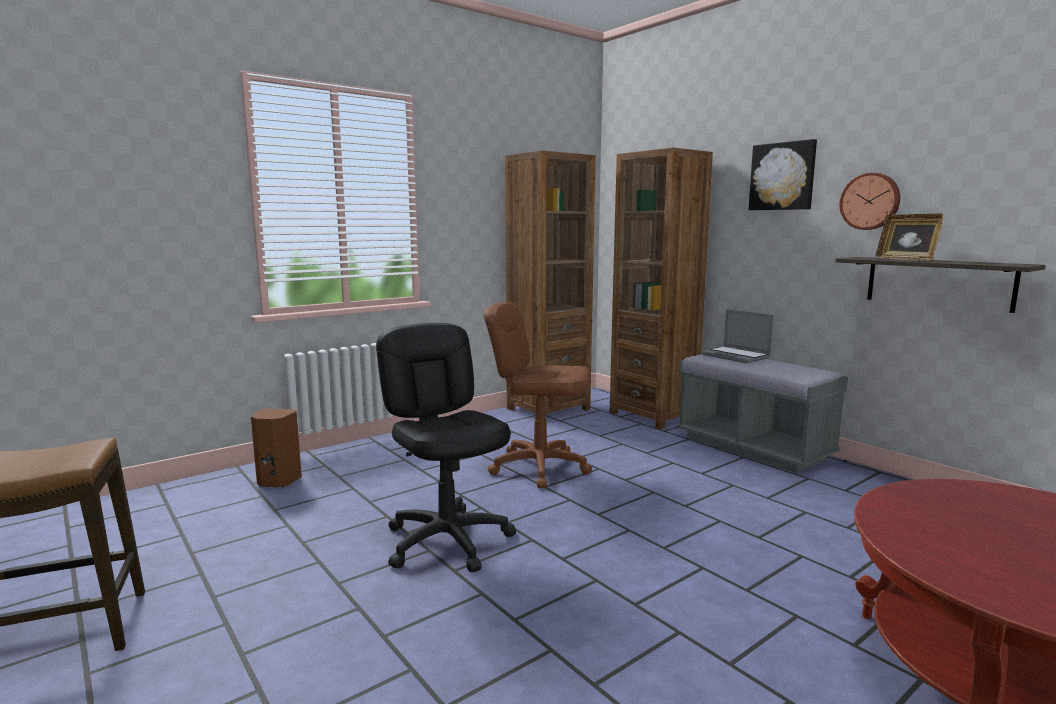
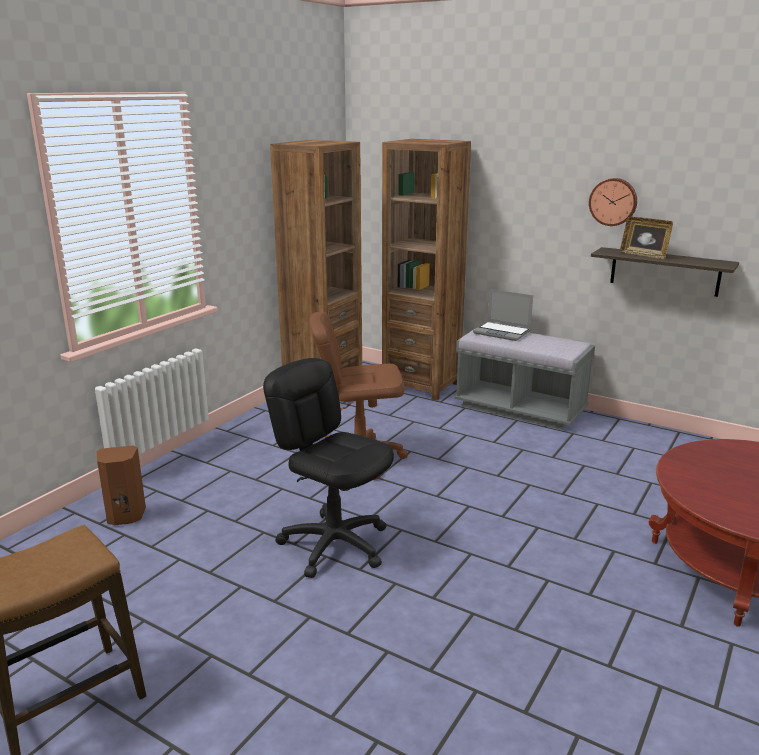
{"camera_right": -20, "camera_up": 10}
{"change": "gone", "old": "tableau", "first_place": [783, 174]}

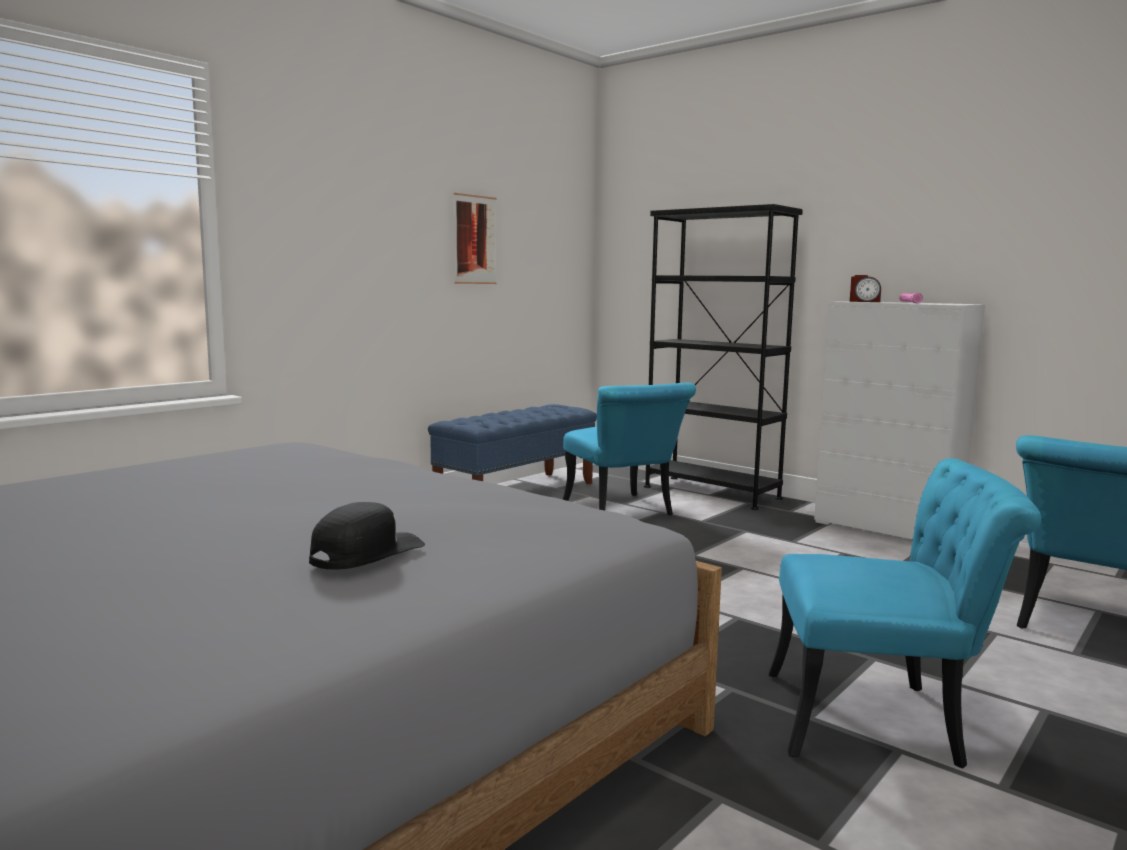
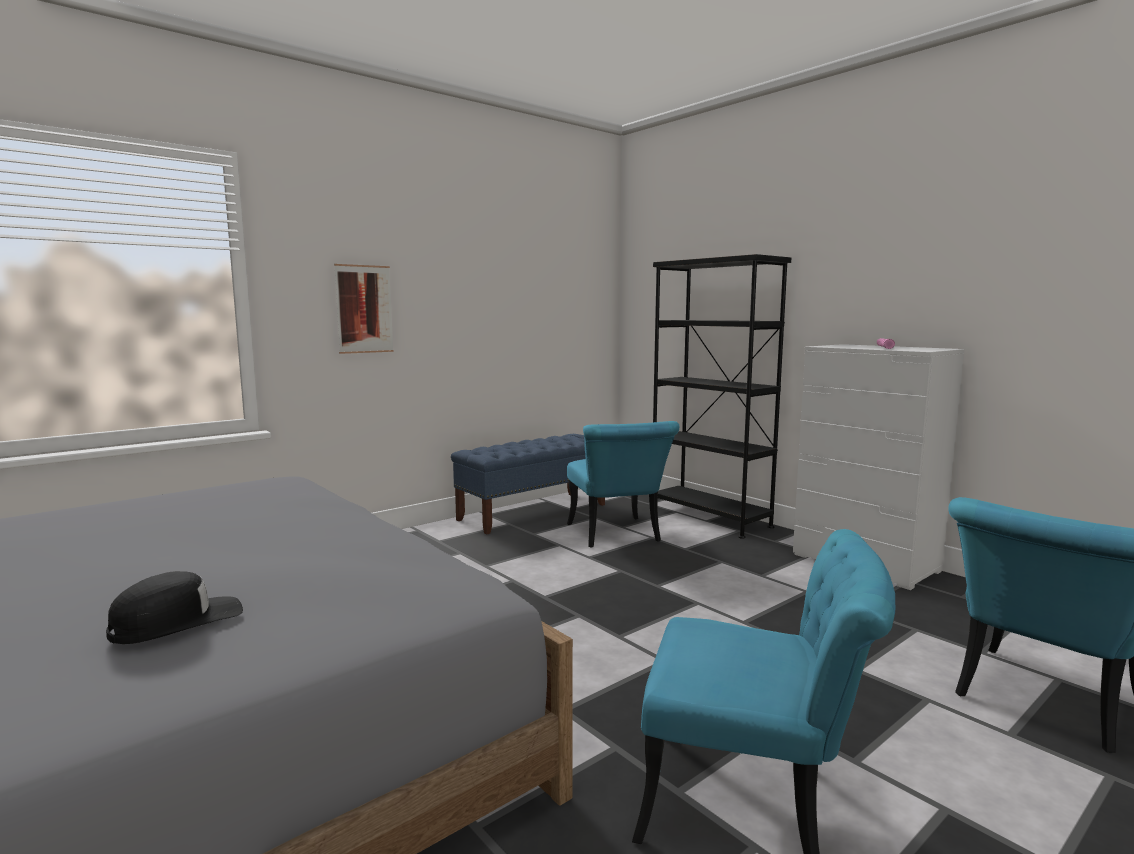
{"camera_right": 10, "camera_up": 0}
{"change": "shifted", "old": "tableau", "first_place": [475, 238], "second_place": [364, 309]}
{"change": "gone", "old": "réveil", "first_place": [865, 288]}

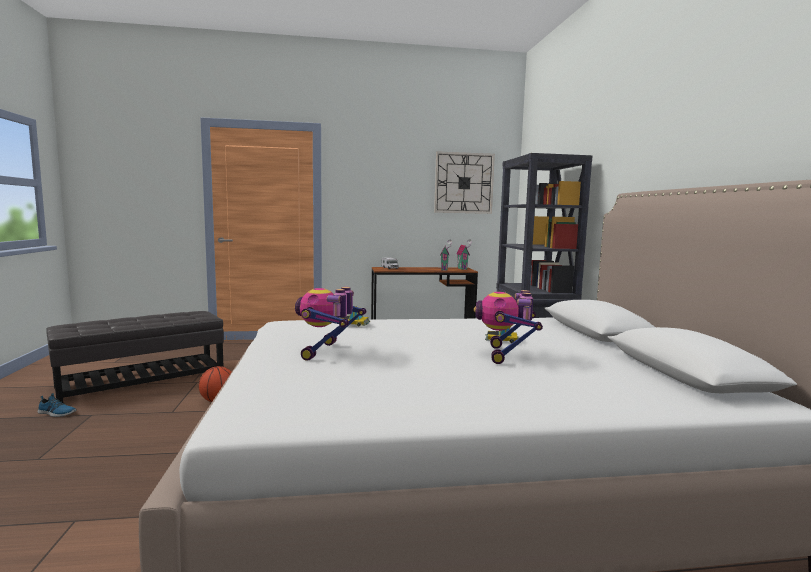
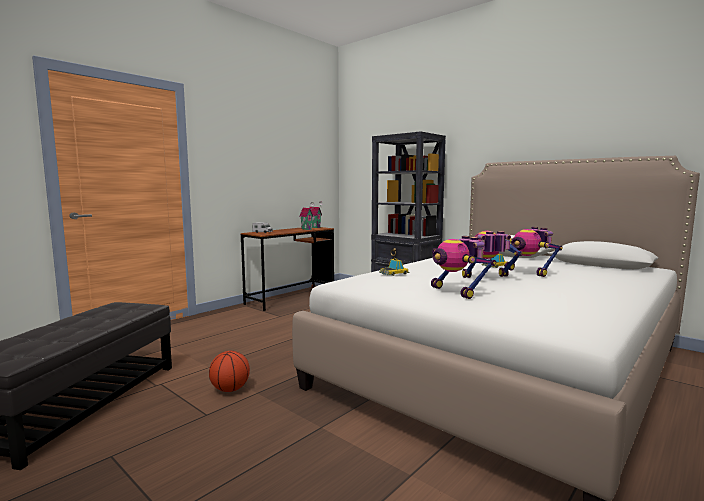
{"camera_right": -40, "camera_up": 0}
{"change": "gone", "old": "chaussure", "first_place": [57, 405]}
{"change": "gone", "old": "horloge murale", "first_place": [464, 182]}
{"change": "new", "new": "robot jouet", "second_place": [492, 254]}

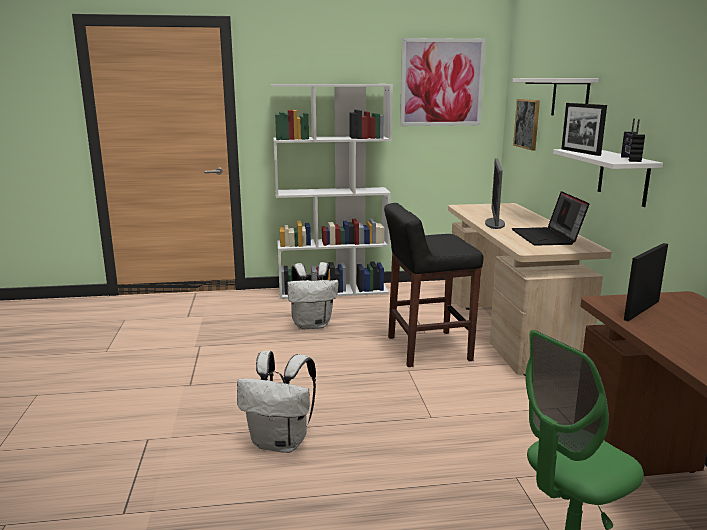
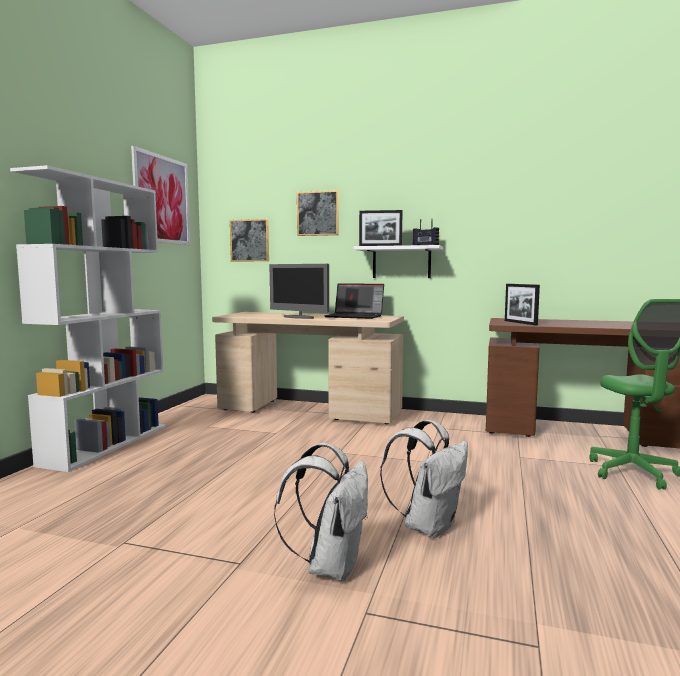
{"camera_right": -65, "camera_up": -10}
{"change": "shifted", "old": "sac à dos/blanc", "first_place": [313, 296], "second_place": [321, 512]}
{"change": "gone", "old": "tabouret/noir", "first_place": [434, 285]}
{"change": "swapped", "old": "étagère/blanc", "new": "tableau", "first_place": [556, 96], "second_place": [318, 213]}

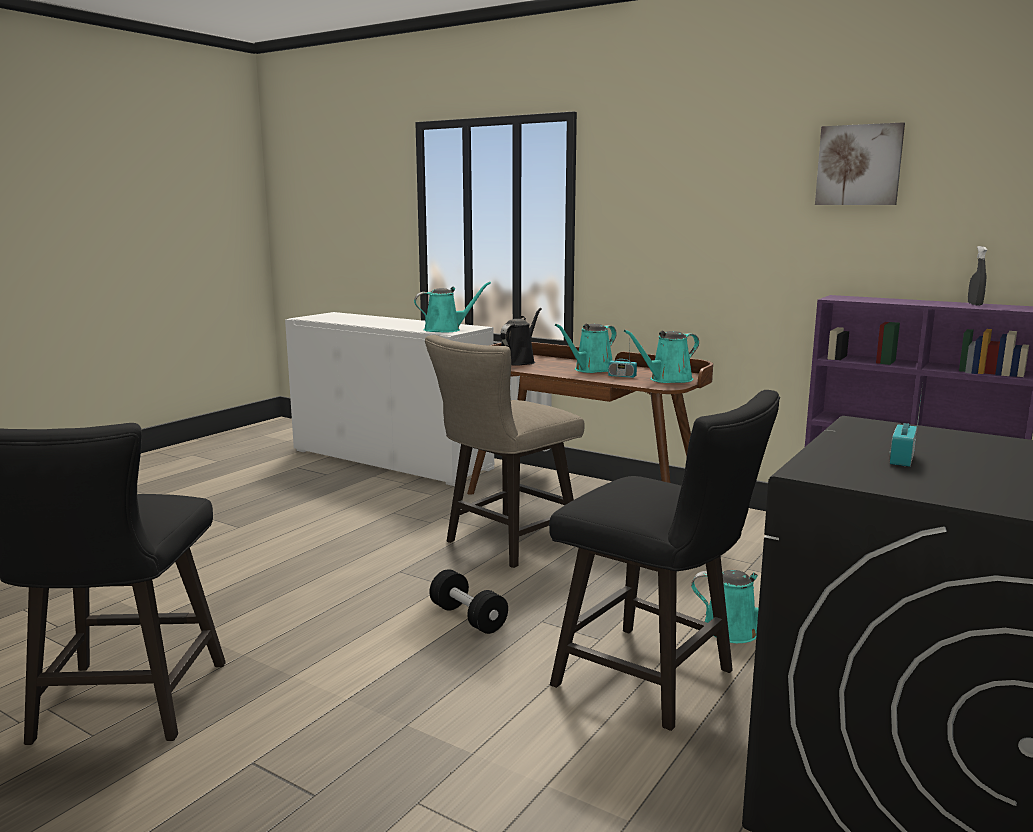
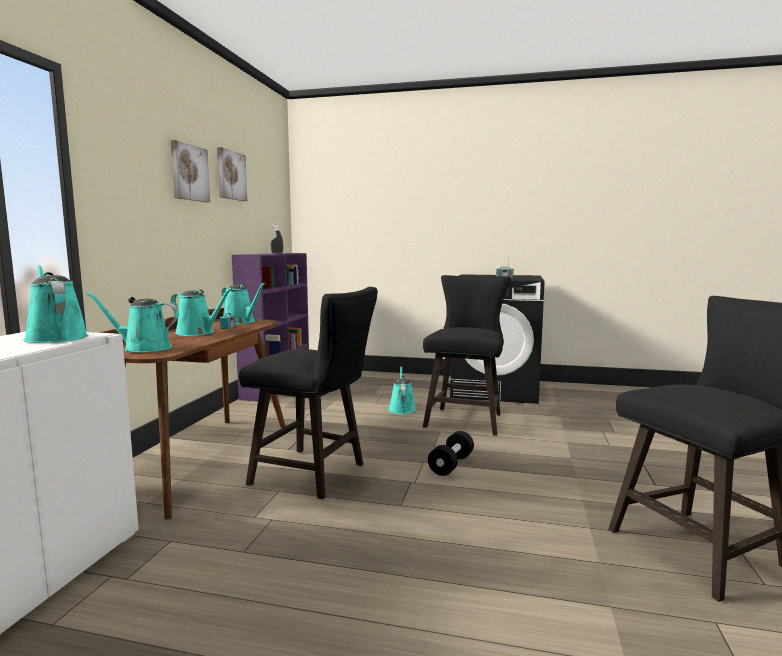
{"camera_right": -110, "camera_up": -5}
{"change": "repainted", "old": "tabouret/beige", "new": "tabouret/noir", "first_place": [505, 451], "second_place": [308, 393]}
{"change": "repainted", "old": "arrosoir/noir", "new": "arrosoir/turquoise", "first_place": [521, 336], "second_place": [132, 322]}
{"change": "new", "new": "tableau", "second_place": [190, 171]}

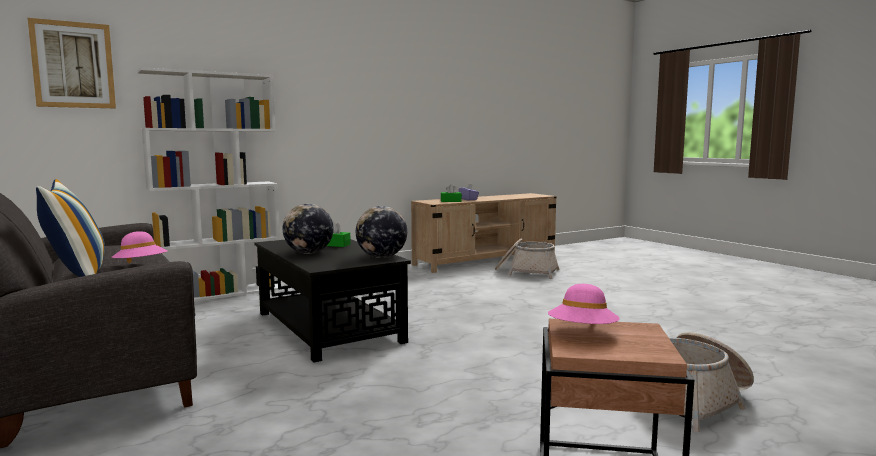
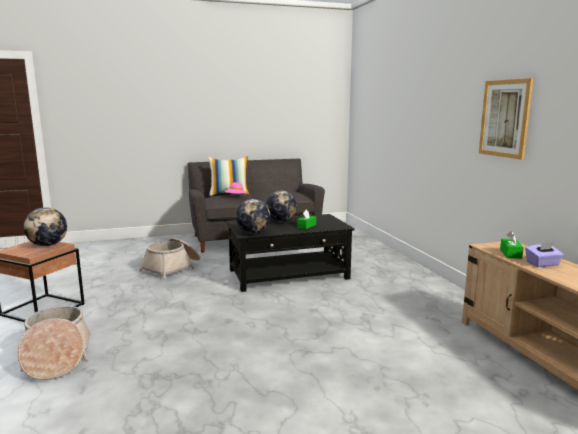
{"camera_right": 105, "camera_up": 5}
{"change": "shifted", "old": "tableau", "first_place": [72, 63], "second_place": [506, 119]}
{"change": "gone", "old": "bibliothèque/blanc", "first_place": [209, 184]}
{"change": "shifted", "old": "panier", "first_place": [527, 259], "second_place": [169, 259]}
{"change": "swapped", "old": "chapeau/rose", "new": "globe", "first_place": [584, 304], "second_place": [45, 226]}

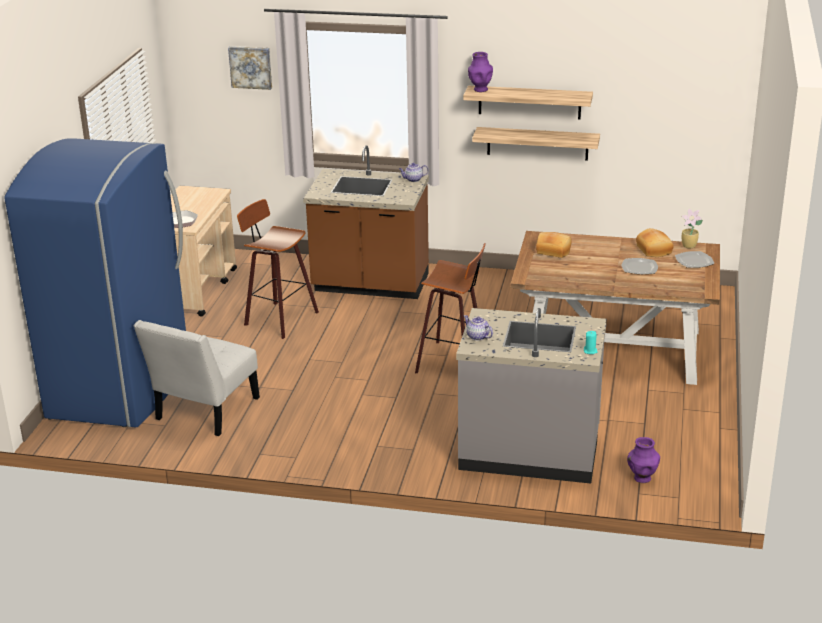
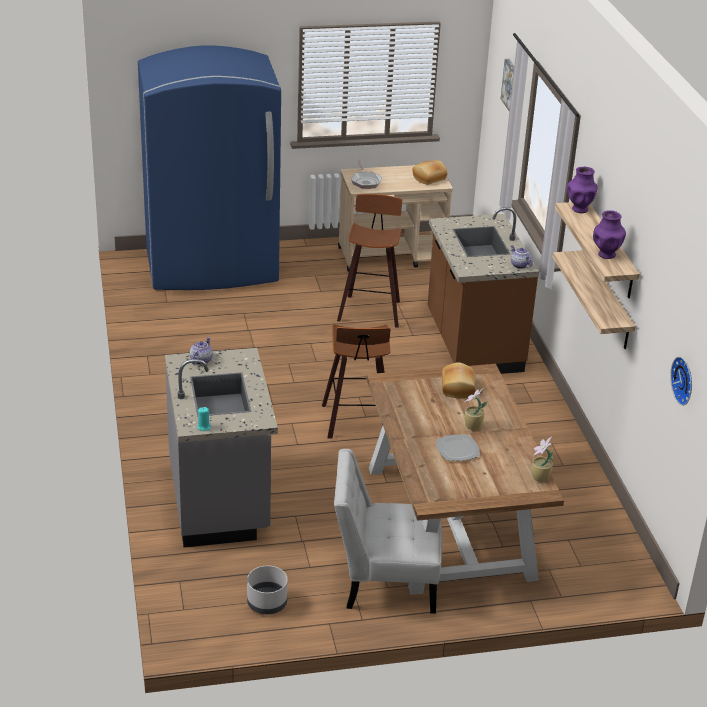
{"camera_right": 65, "camera_up": 5}
{"change": "shifted", "old": "chaise/blanc", "first_place": [197, 378], "second_place": [388, 531]}
{"change": "shifted", "old": "vase/violet", "first_place": [643, 460], "second_place": [609, 234]}
{"change": "shifted", "old": "pain", "first_place": [655, 242], "second_place": [429, 172]}
{"change": "gone", "old": "assiette", "first_place": [694, 259]}
{"change": "new", "new": "cache-pot/gris", "second_place": [267, 590]}
{"change": "new", "new": "plante en pot", "second_place": [475, 409]}
{"change": "new", "new": "horloge murale", "second_place": [681, 381]}

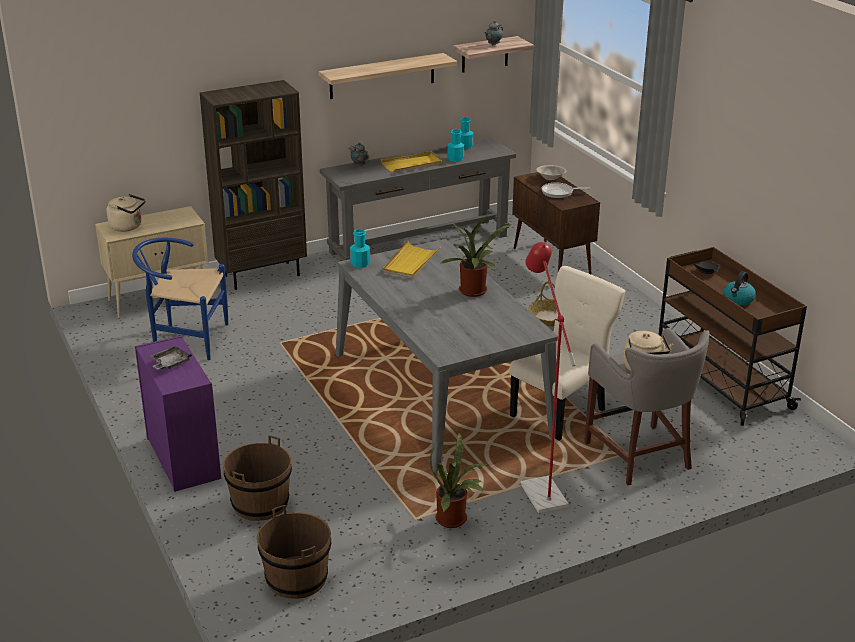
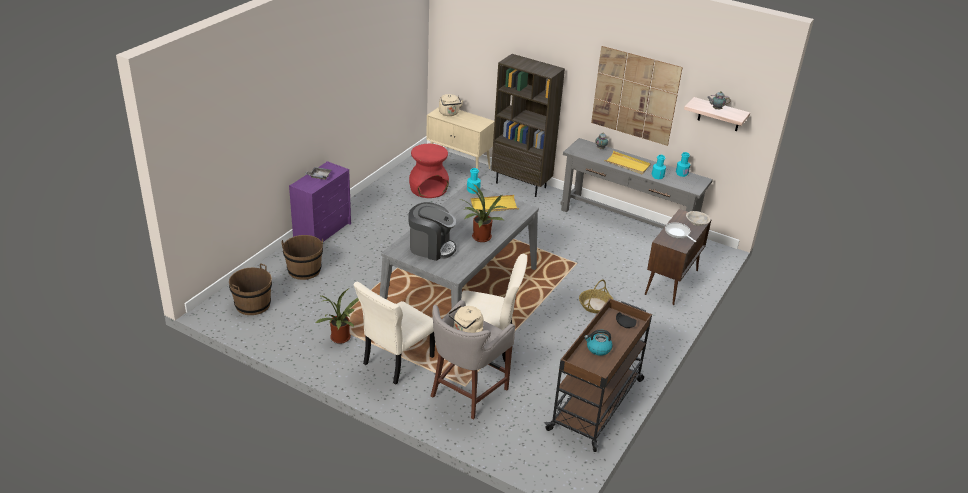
{"camera_right": 55, "camera_up": 5}
{"change": "swapped", "old": "chaise/bleu", "new": "tabouret/rouge", "first_place": [180, 299], "second_place": [429, 171]}
{"change": "swapped", "old": "étagère", "new": "tableau", "first_place": [387, 76], "second_place": [637, 96]}
{"change": "swapped", "old": "lampadaire/rouge", "new": "chaise/beige", "first_place": [548, 377], "second_place": [394, 333]}
{"change": "new", "new": "machine à café", "second_place": [432, 231]}

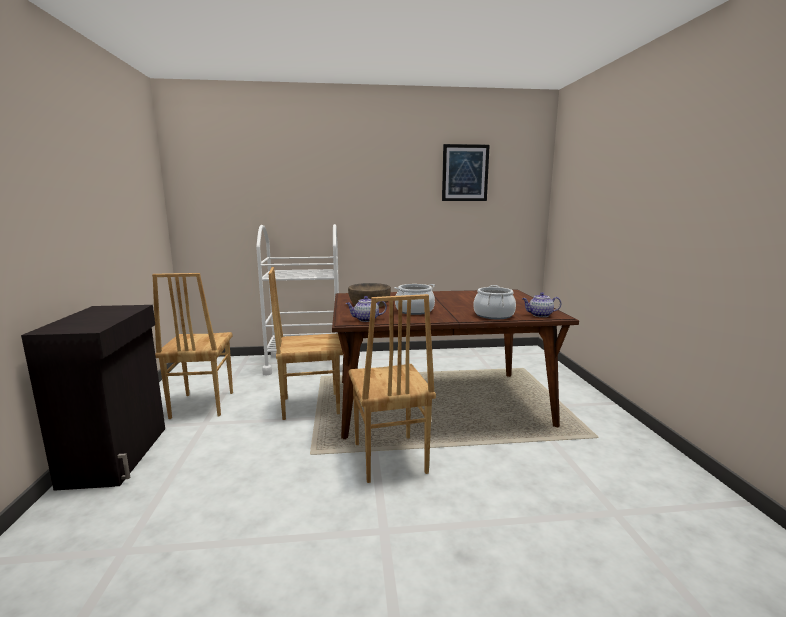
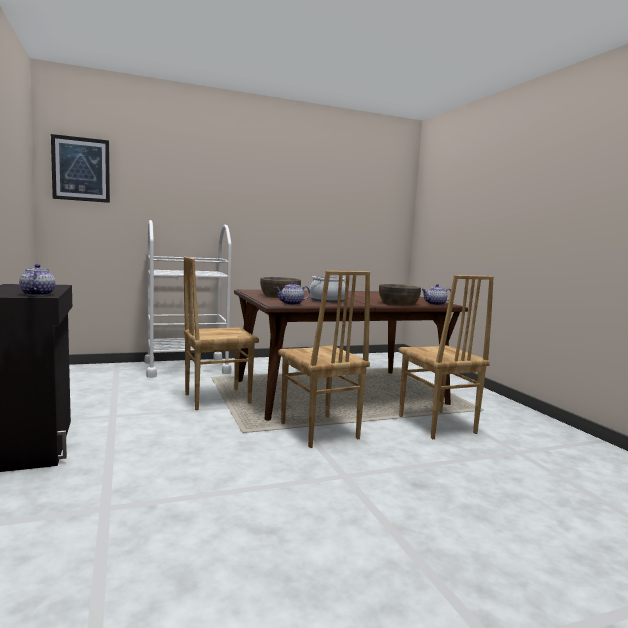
{"camera_right": -15, "camera_up": -5}
{"change": "shifted", "old": "chaise/marron", "first_place": [192, 346], "second_place": [446, 357]}
{"change": "shifted", "old": "tableau", "first_place": [466, 172], "second_place": [80, 168]}
{"change": "swapped", "old": "marmite", "new": "bol/marron", "first_place": [494, 302], "second_place": [400, 295]}
{"change": "new", "new": "théière", "second_place": [37, 280]}

